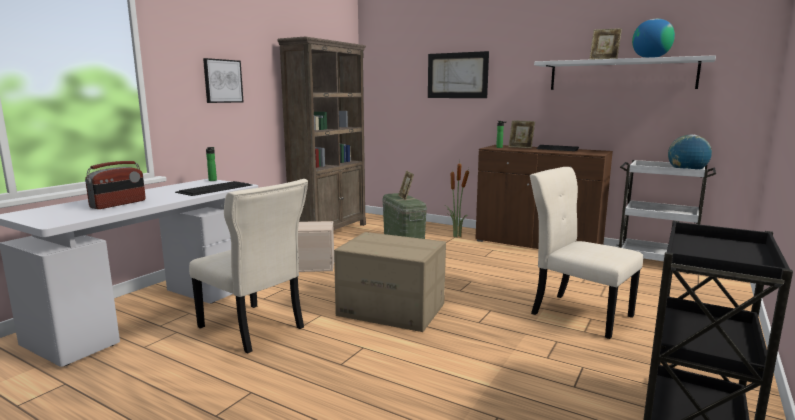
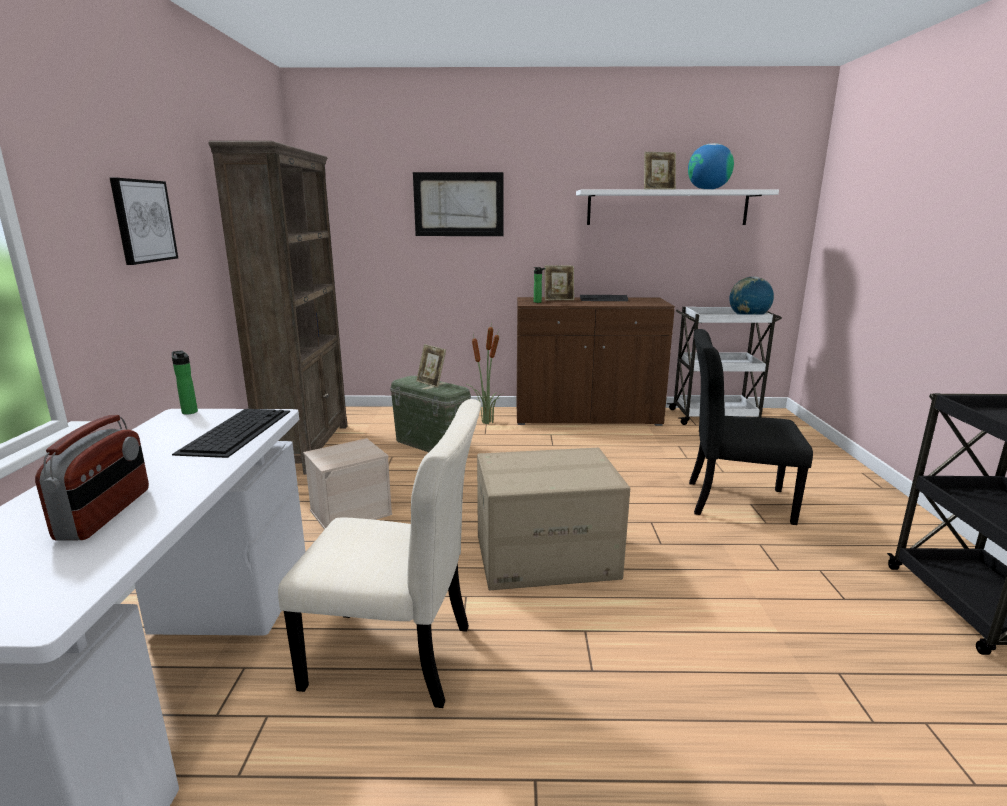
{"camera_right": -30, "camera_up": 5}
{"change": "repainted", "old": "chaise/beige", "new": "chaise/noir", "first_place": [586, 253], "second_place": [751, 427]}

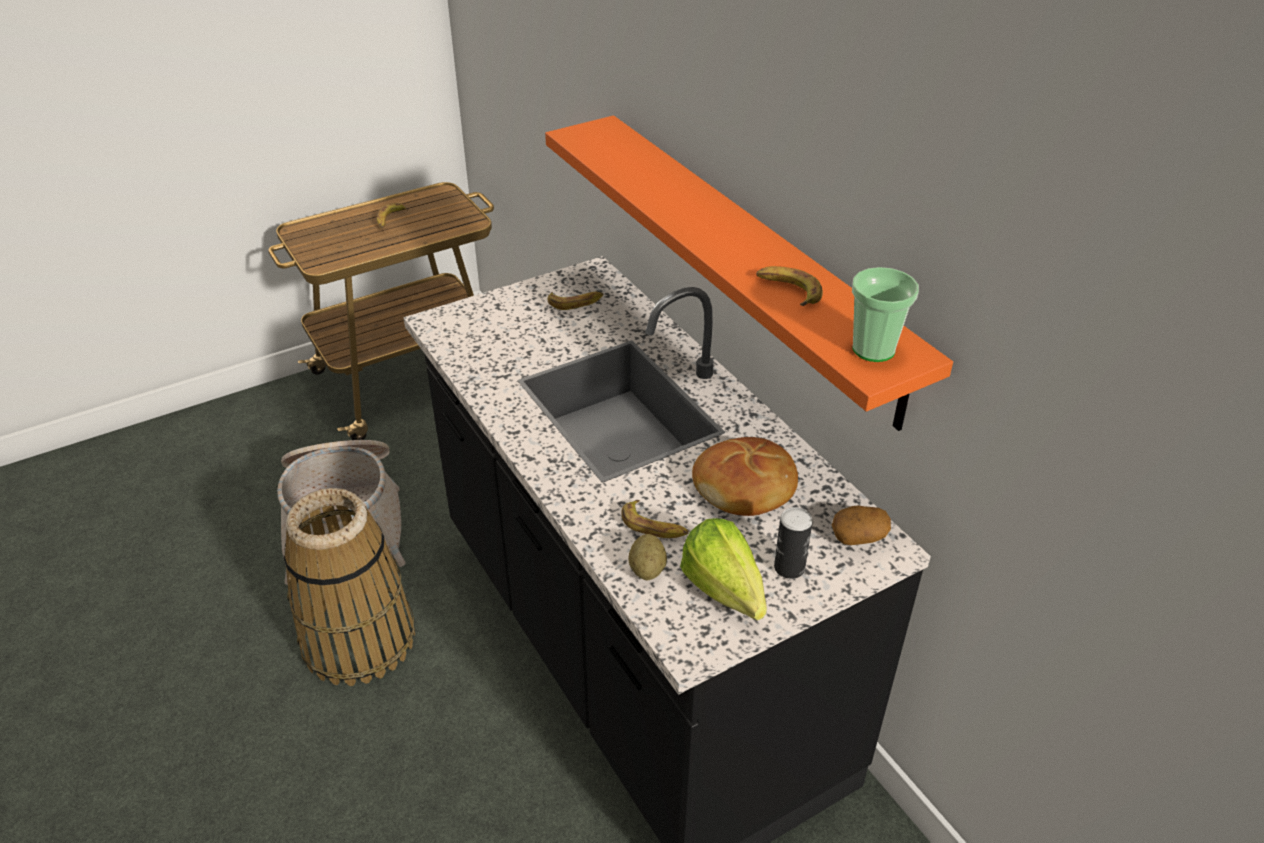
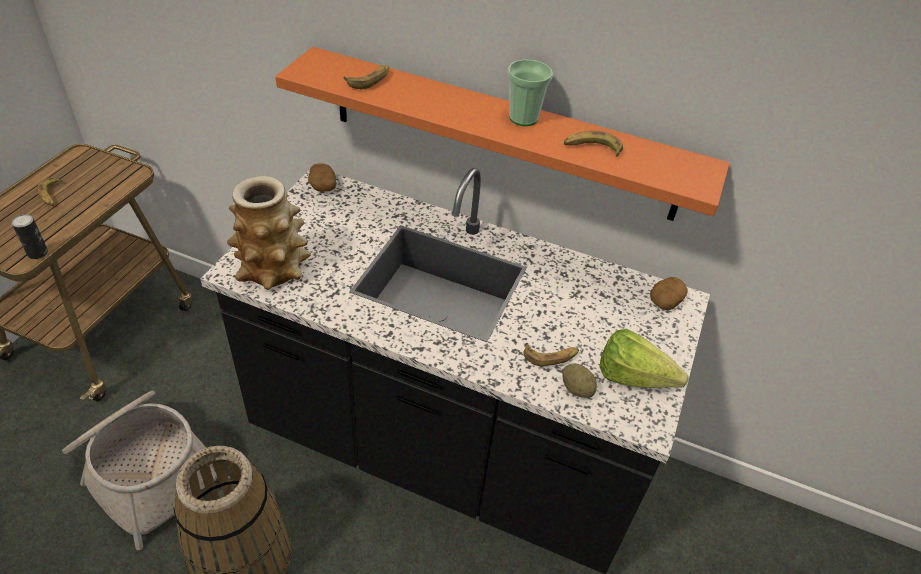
{"camera_right": -40, "camera_up": 5}
{"change": "shifted", "old": "banane", "first_place": [575, 301], "second_place": [366, 77]}
{"change": "gone", "old": "pain", "first_place": [745, 476]}
{"change": "shifted", "old": "boîte métallique", "first_place": [793, 543], "second_place": [30, 236]}
{"change": "shifted", "old": "tasse", "first_place": [885, 314], "second_place": [530, 92]}
{"change": "new", "new": "vase", "second_place": [269, 233]}
{"change": "new", "new": "pomme de terre", "second_place": [322, 177]}

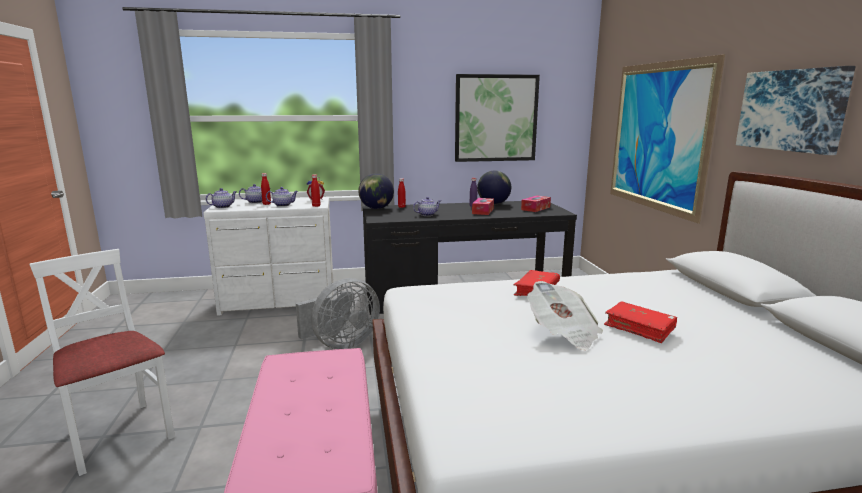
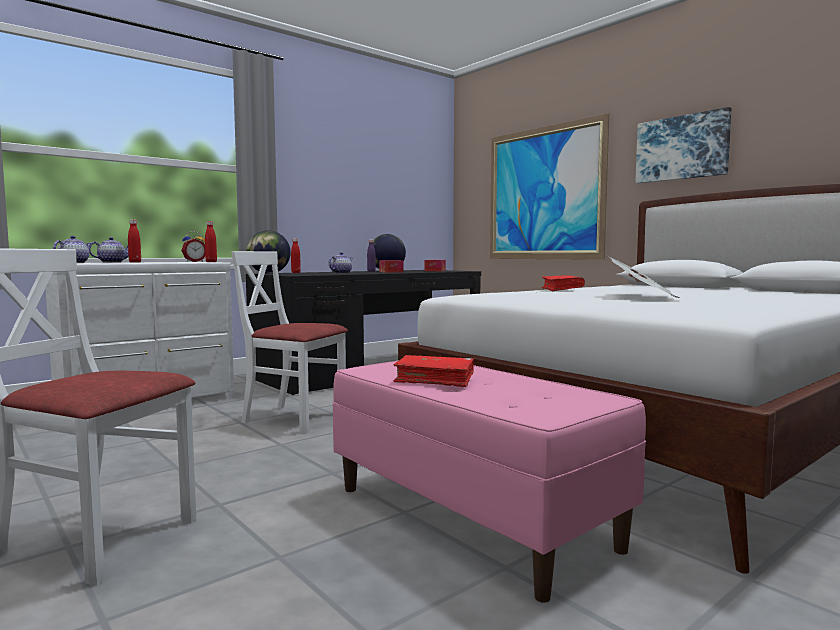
{"camera_right": -30, "camera_up": -10}
{"change": "gone", "old": "théière", "first_place": [282, 197]}
{"change": "swapped", "old": "ventilateur/gris", "new": "chaise/blanc", "first_place": [338, 313], "second_place": [289, 342]}
{"change": "gone", "old": "tableau", "first_place": [497, 118]}
{"change": "shifted", "old": "livre/rouge", "first_place": [640, 322], "second_place": [433, 371]}

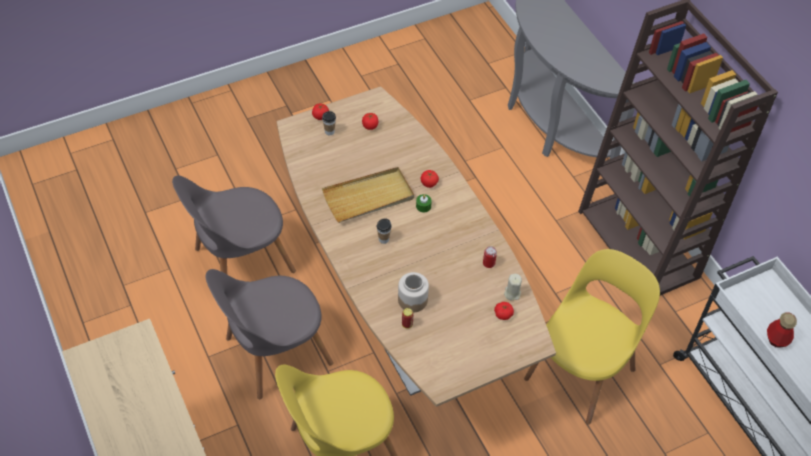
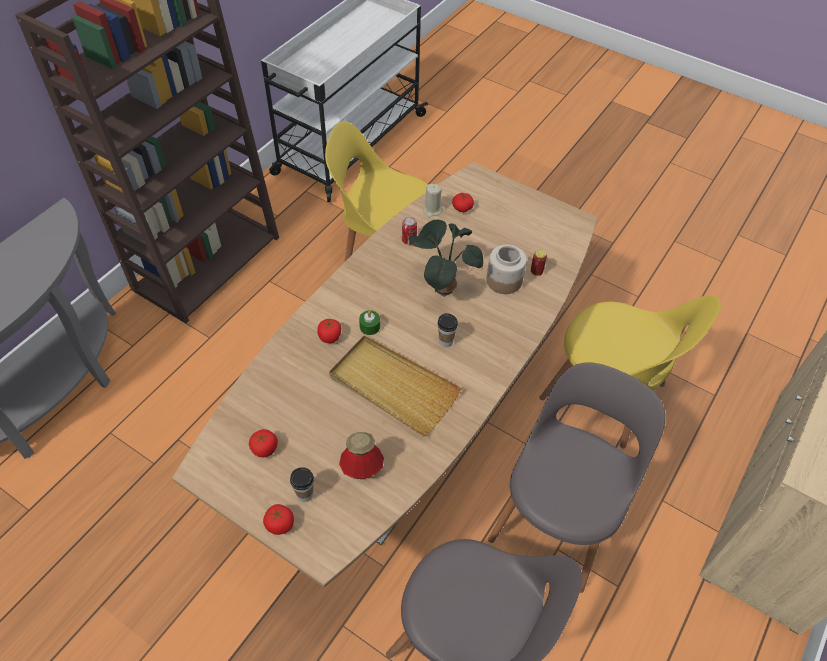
{"camera_right": -120, "camera_up": 0}
{"change": "rotated", "old": "chaise/gris", "first_place": [269, 334], "second_place": [576, 477], "degrees": -90}
{"change": "shifted", "old": "bouteille", "first_place": [782, 330], "second_place": [361, 455]}
{"change": "new", "new": "plante en pot", "second_place": [446, 258]}

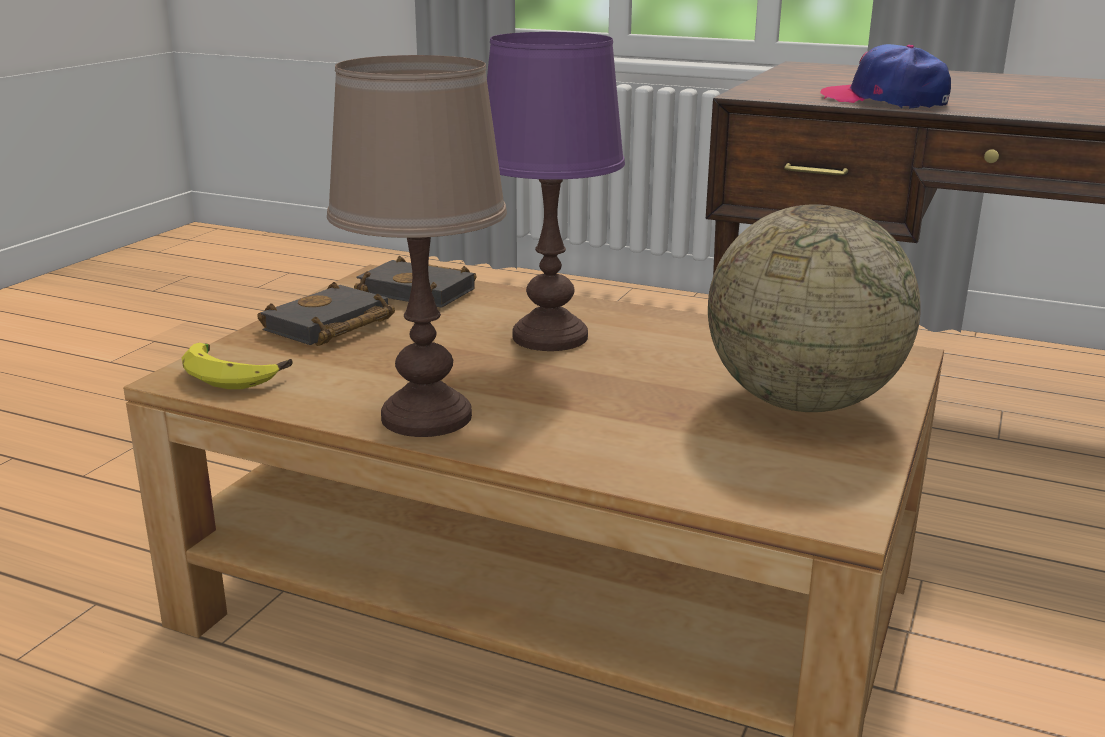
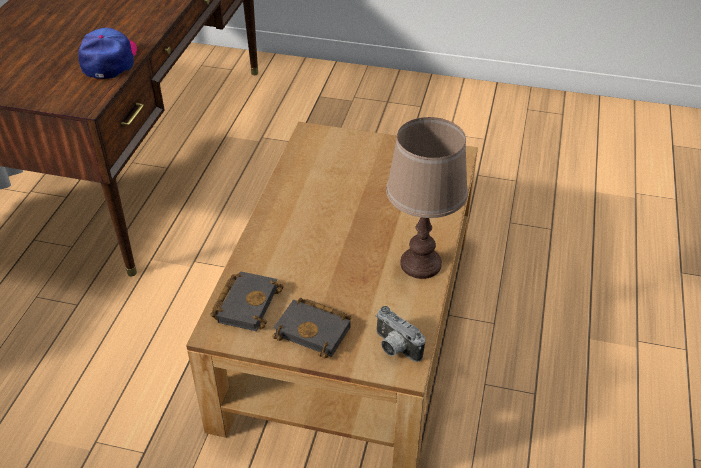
{"camera_right": -100, "camera_up": 20}
{"change": "swapped", "old": "banane", "new": "appareil photo", "first_place": [237, 366], "second_place": [401, 334]}
{"change": "gone", "old": "lampe de table/violet", "first_place": [556, 191]}
{"change": "gone", "old": "globe", "first_place": [814, 308]}
{"change": "rotated", "old": "casquette", "first_place": [885, 76], "second_place": [107, 53], "degrees": 150}

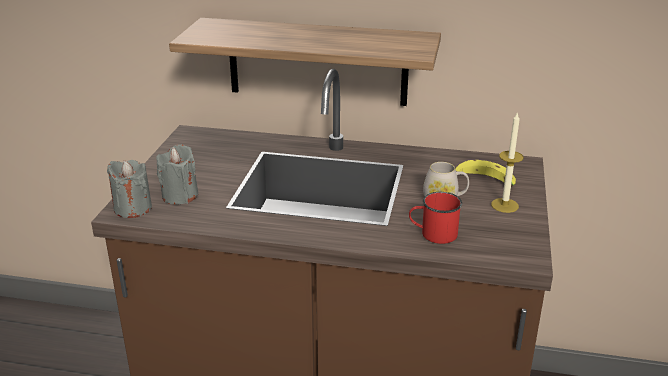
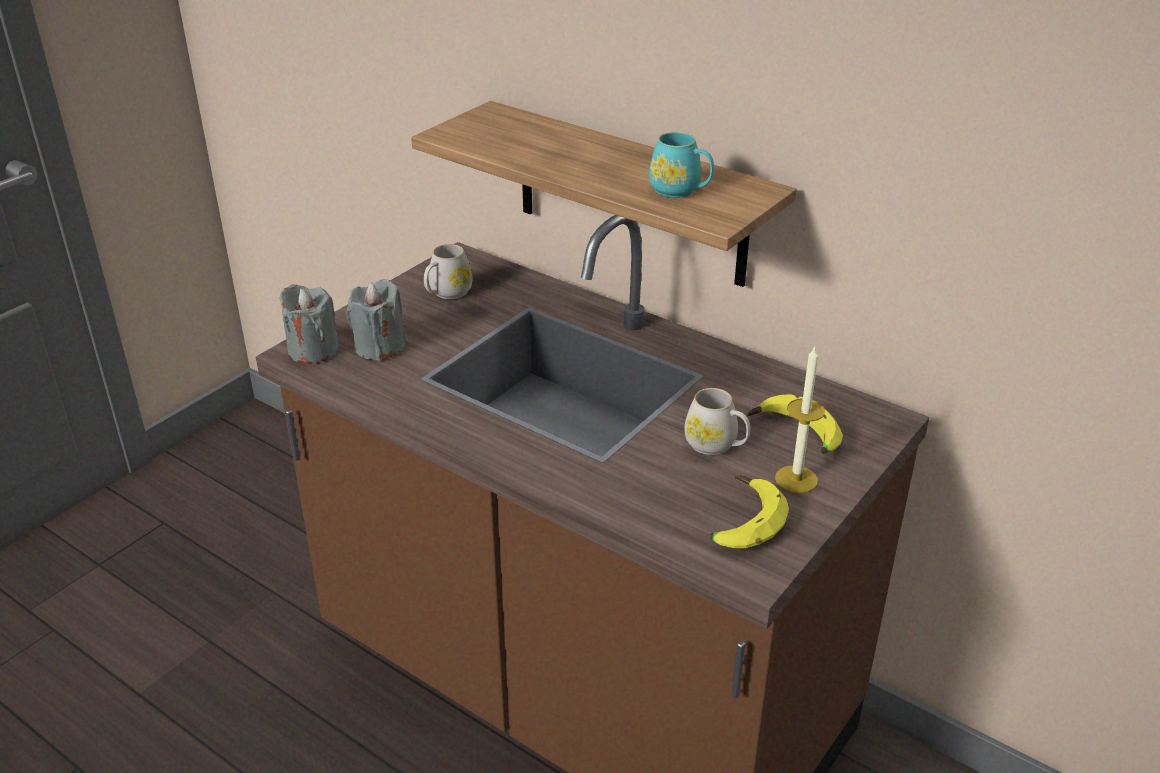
{"camera_right": 25, "camera_up": 5}
{"change": "gone", "old": "mug/rouge", "first_place": [435, 218]}
{"change": "new", "new": "mug/blanc", "second_place": [448, 271]}
{"change": "new", "new": "mug/turquoise", "second_place": [681, 165]}
{"change": "new", "new": "banane", "second_place": [749, 511]}

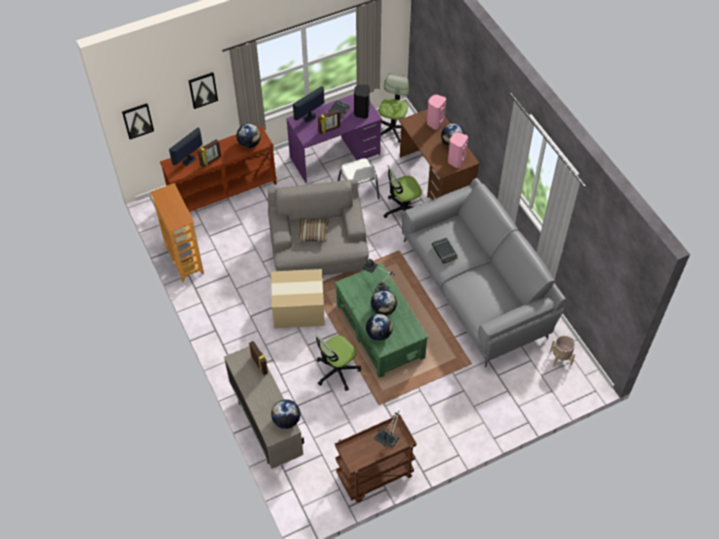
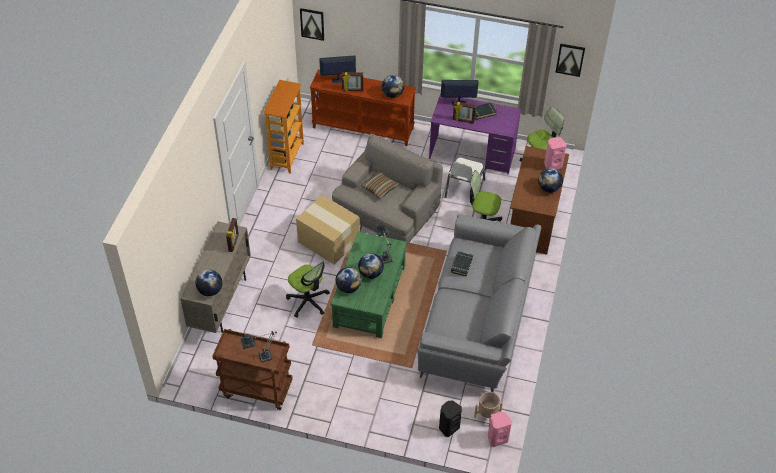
{"camera_right": 40, "camera_up": -5}
{"change": "shifted", "old": "tableau", "first_place": [203, 90], "second_place": [570, 60]}
{"change": "rotated", "old": "chaise de bureau", "first_place": [338, 362], "second_place": [308, 289], "degrees": -135}
{"change": "shifted", "old": "enceinte/noir", "first_place": [362, 102], "second_place": [450, 418]}
{"change": "shifted", "old": "enceinte/rose", "first_place": [458, 150], "second_place": [500, 429]}

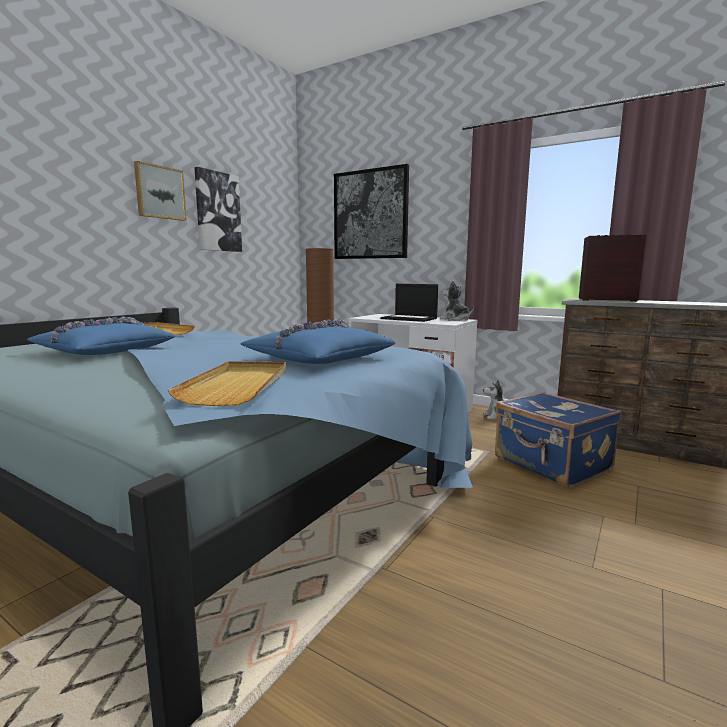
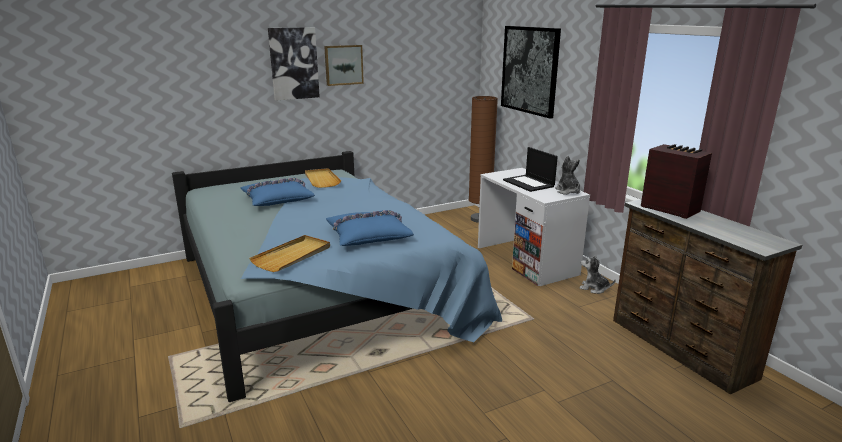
{"camera_right": 30, "camera_up": 10}
{"change": "shifted", "old": "tableau", "first_place": [218, 209], "second_place": [294, 63]}
{"change": "gone", "old": "valise/bleu", "first_place": [558, 440]}

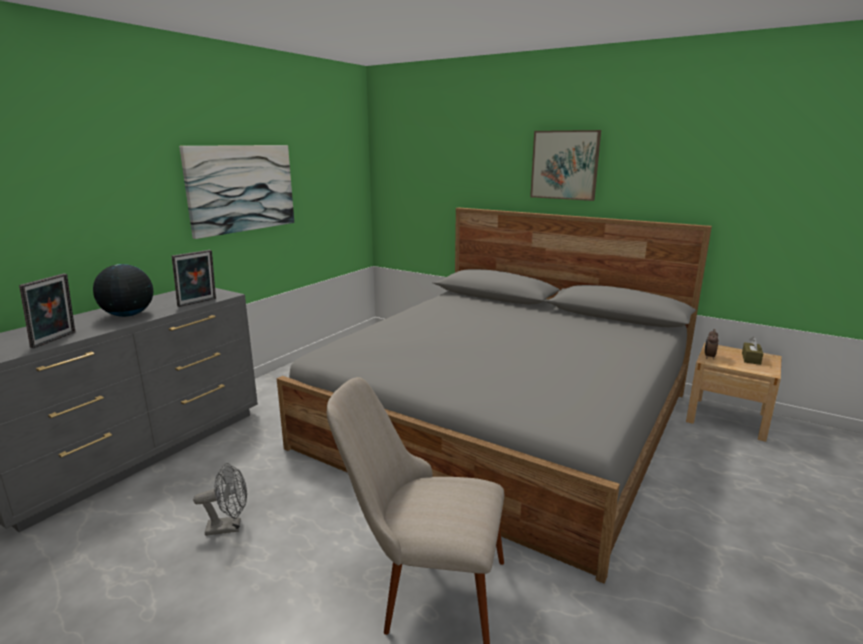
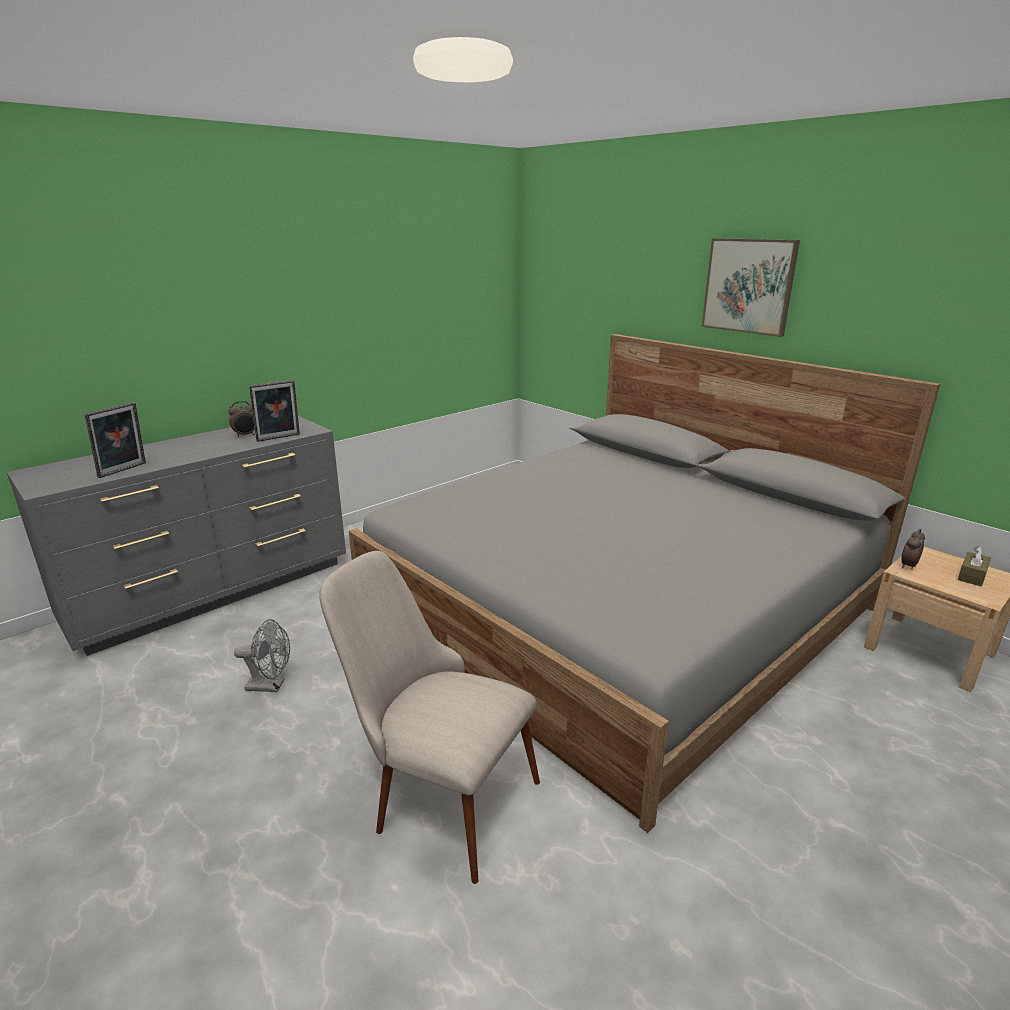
{"camera_right": 15, "camera_up": 5}
{"change": "gone", "old": "globe", "first_place": [123, 290]}
{"change": "gone", "old": "tableau", "first_place": [236, 192]}
{"change": "new", "new": "réveil", "second_place": [242, 419]}

